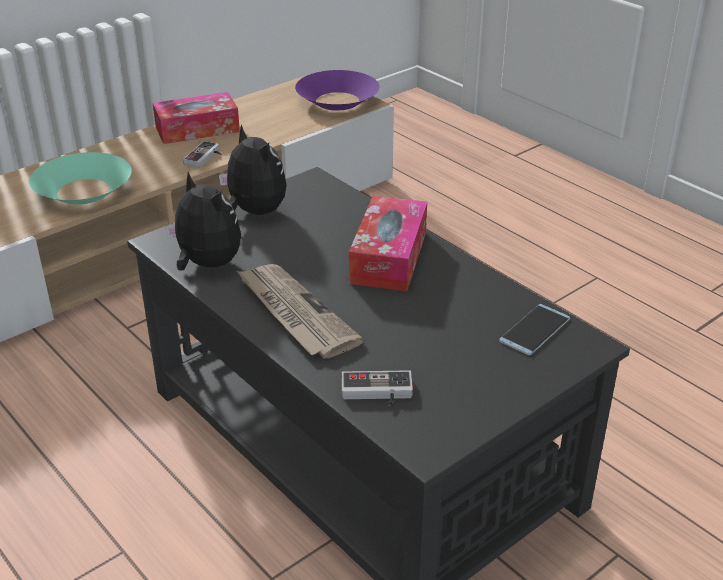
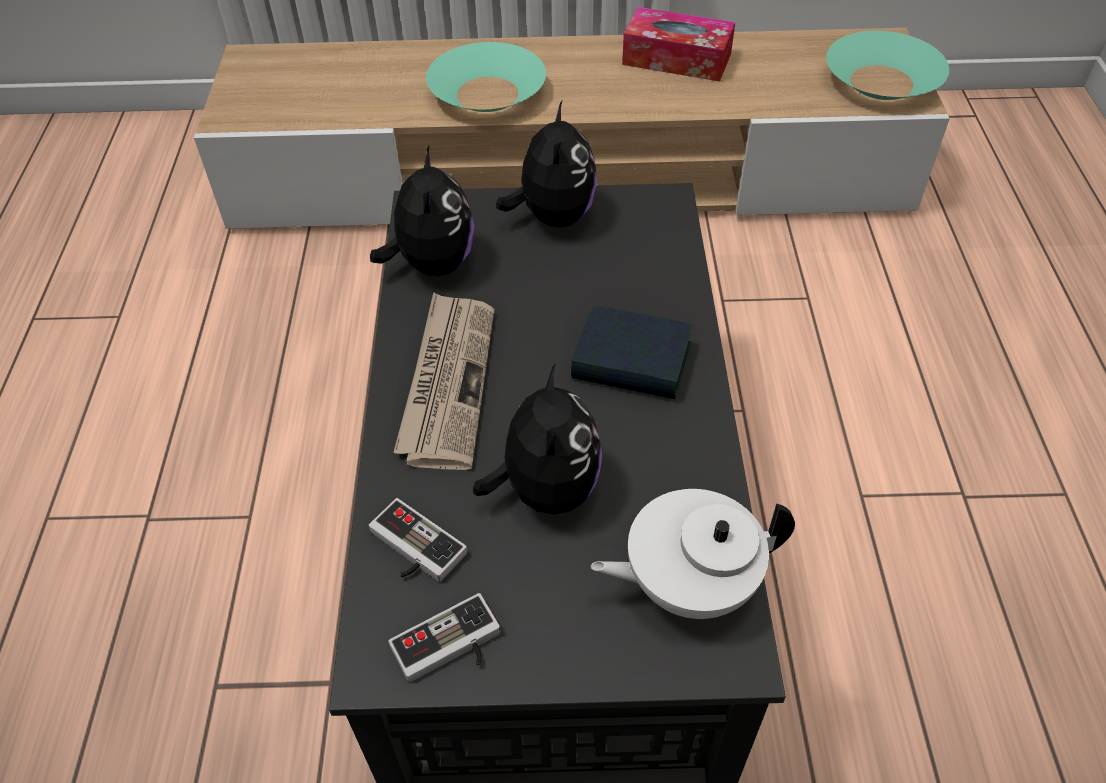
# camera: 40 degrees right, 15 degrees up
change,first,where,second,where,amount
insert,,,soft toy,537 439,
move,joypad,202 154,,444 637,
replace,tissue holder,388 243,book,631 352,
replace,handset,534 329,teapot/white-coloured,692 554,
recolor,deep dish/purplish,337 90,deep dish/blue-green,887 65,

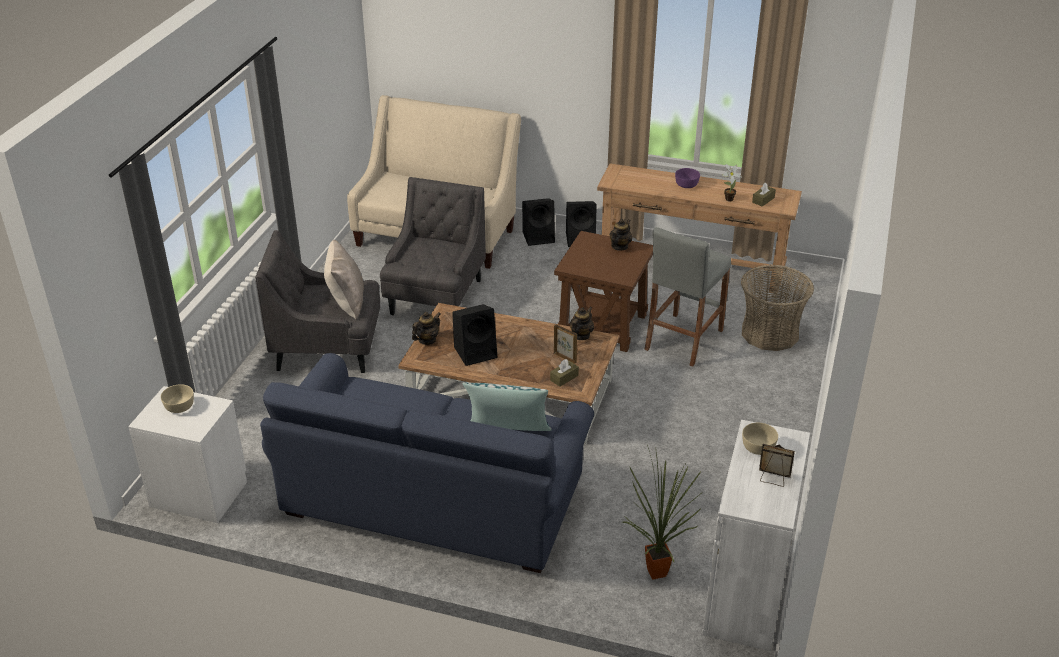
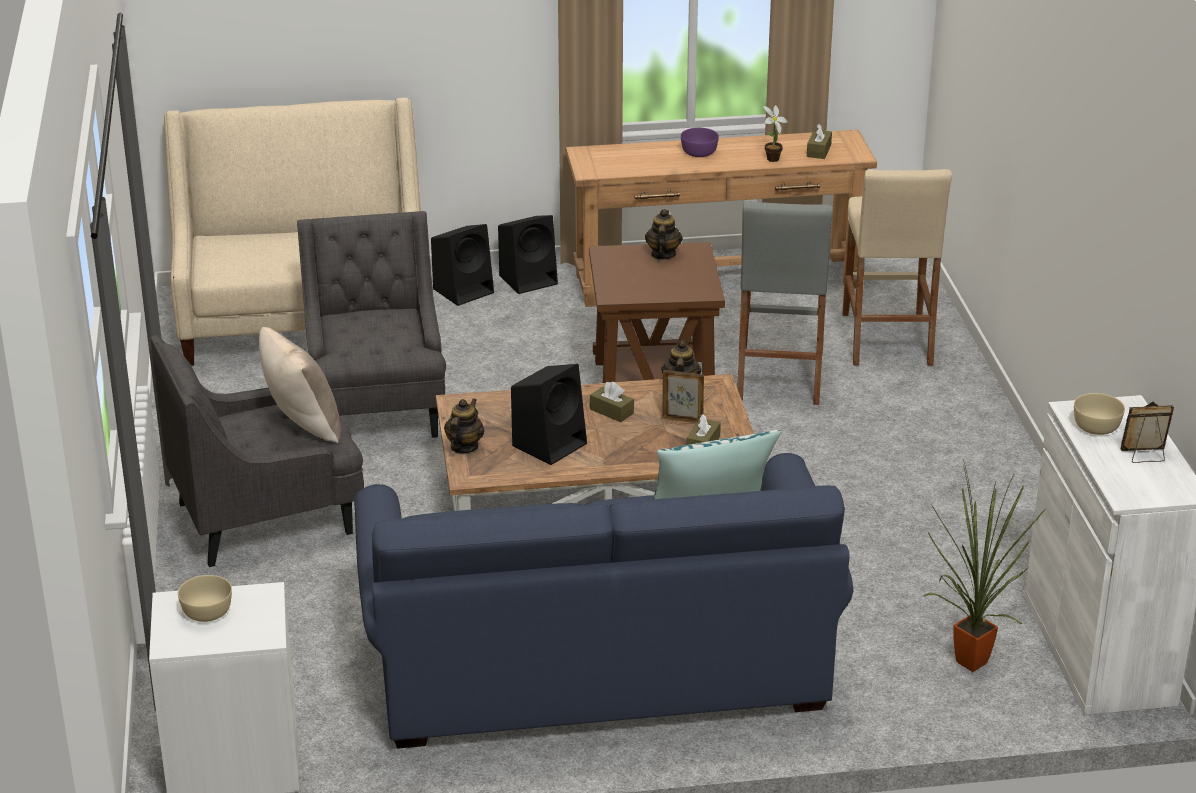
# camera: 25 degrees left, 5 degrees down
change,first,where,second,where,amount
insert,,,tissue holder/brown-coloured,612 401,
replace,basket,777 308,sitting stool/sand-coloured,897 267,

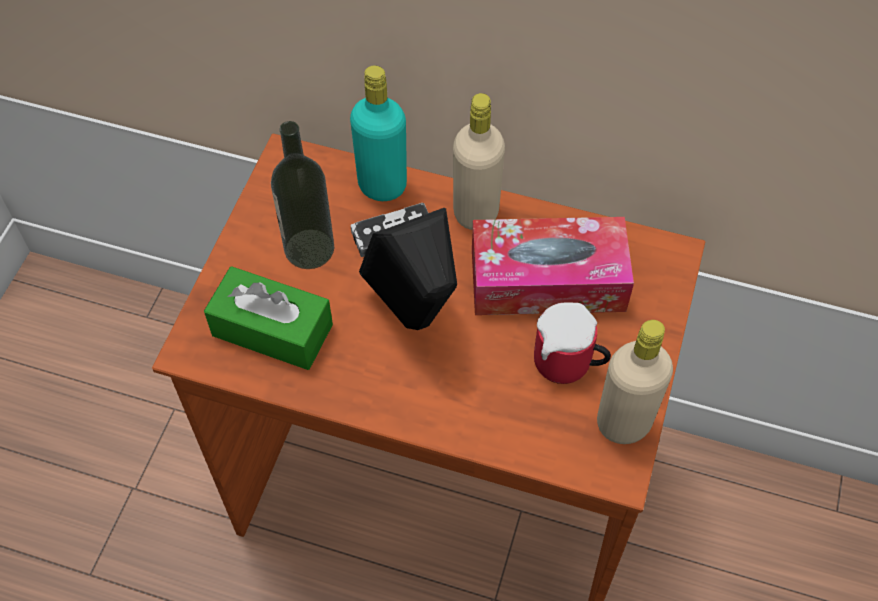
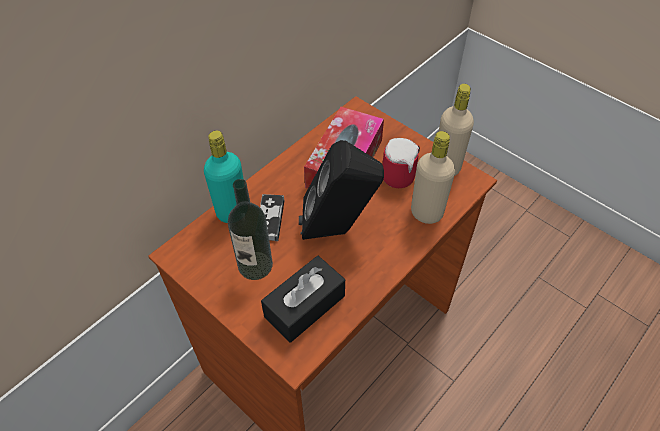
# camera: 65 degrees left, 5 degrees down
change,first,where,second,where,amount
move,bottle/sand-coloured,479 161,,433 177,
recolor,tissue holder/greenish,268 318,tissue holder/black-coloured,303 299,

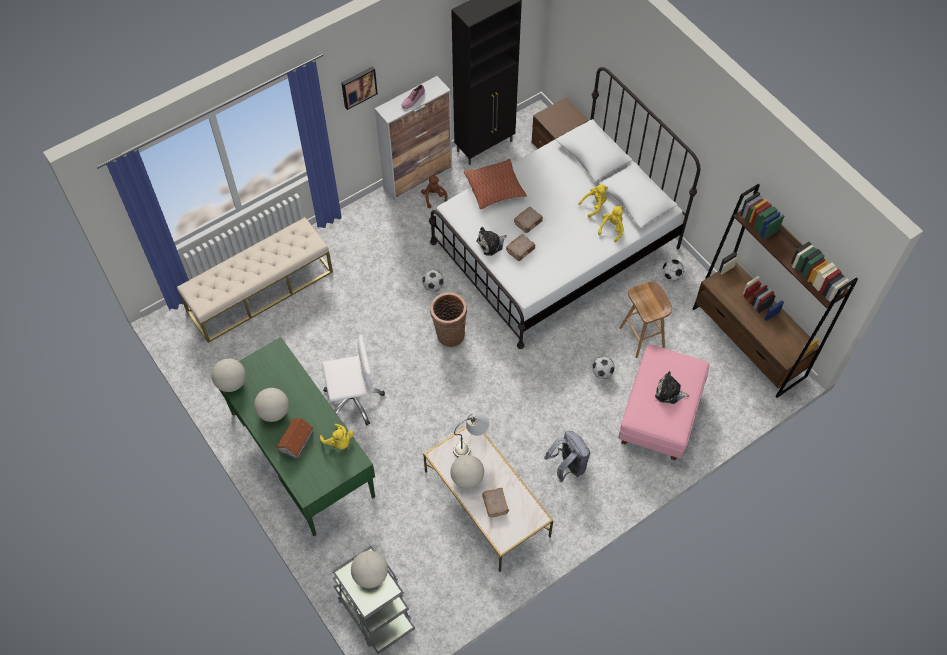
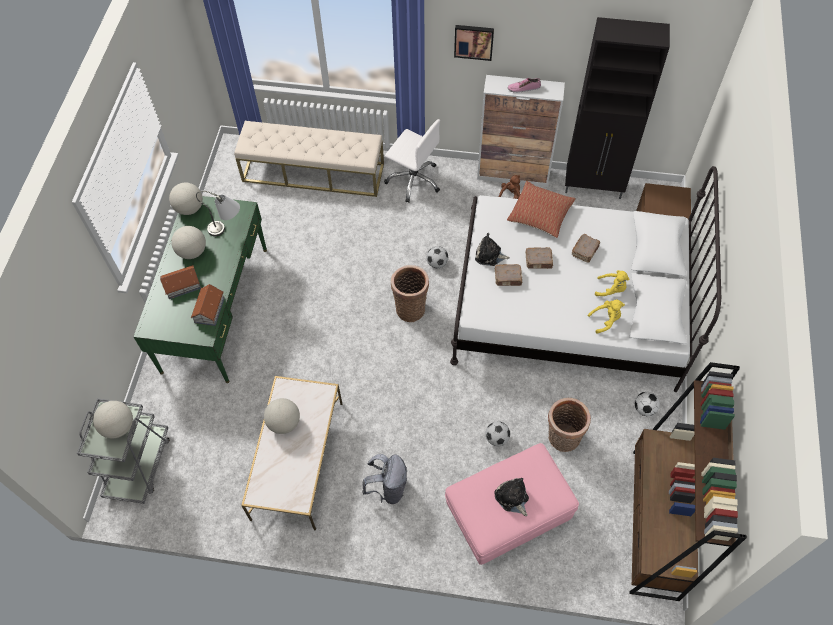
# camera: 45 degrees right, 0 degrees up
change,first,where,second,where,amount
move,computer chair/white-coloured,353 380,,412 161,
move,lamp for a table/greyish,471 434,,218 214,
move,book/brown-coloured,495 503,,586 248,
replace,soft toy/yellowish,337 436,model house,207 305,
replace,sitting stool/brown-coloured,646 320,basket,569 425,

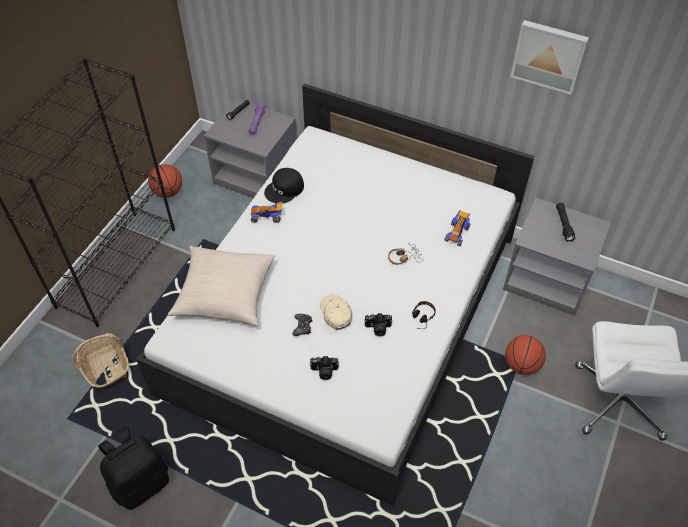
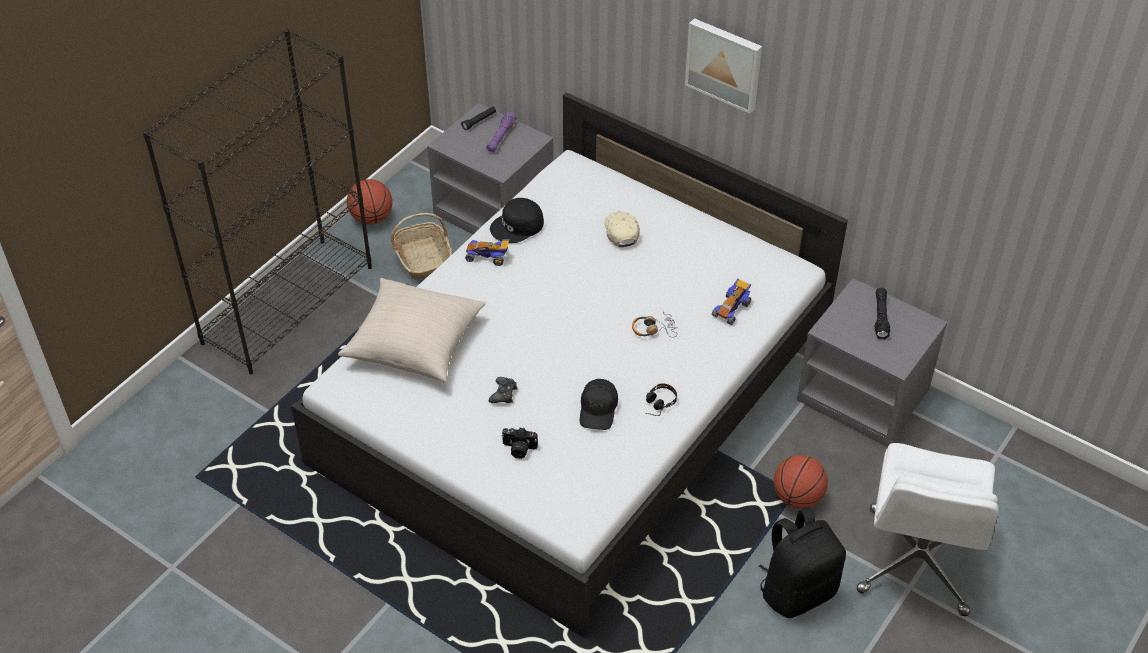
# camera: 10 degrees right, 5 degrees down
change,first,where,second,where,amount
move,basket,100 361,,421 246,
move,rucksack/black-coloured,133 468,,802 562,
move,peaked cap/sand-coloured,336 312,,622 229,
move,picture,550 57,,723 65,
replace,still camera,378 324,peaked cap/black-coloured,599 404,

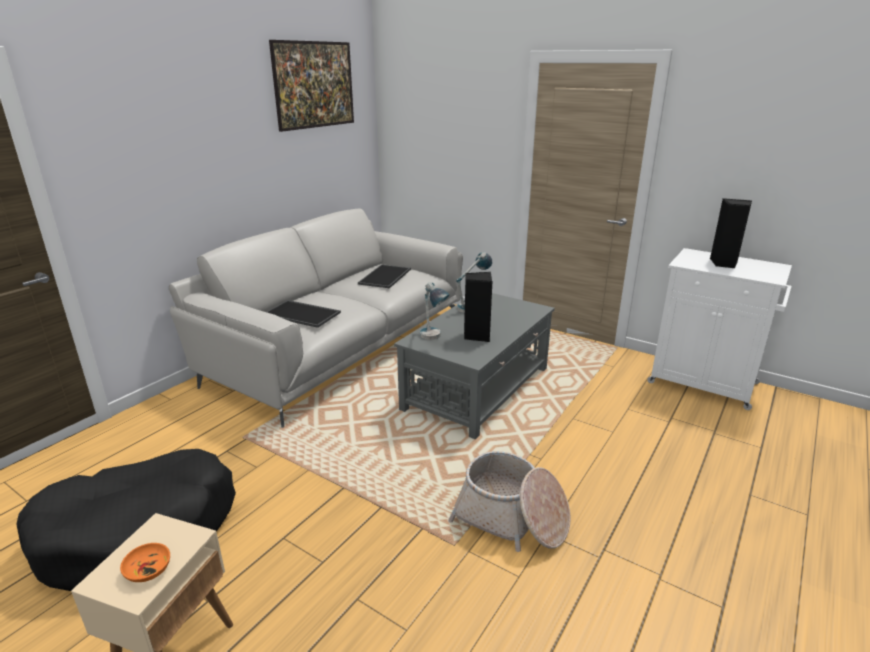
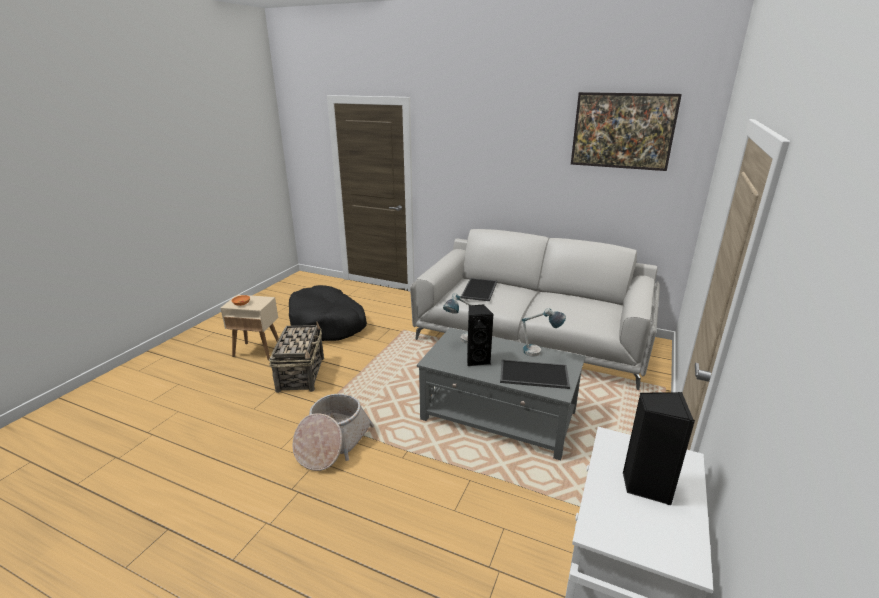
# camera: 80 degrees right, 0 degrees up
change,first,where,second,where,amount
insert,,,basket,296 357,
move,serving tray,384 276,,535 374,

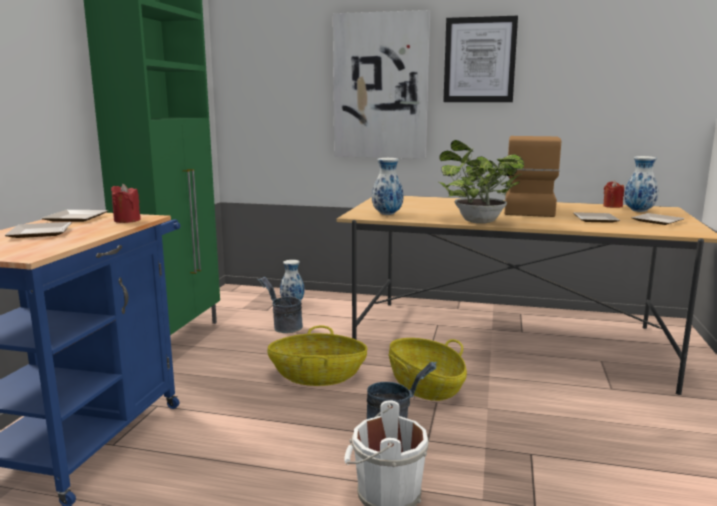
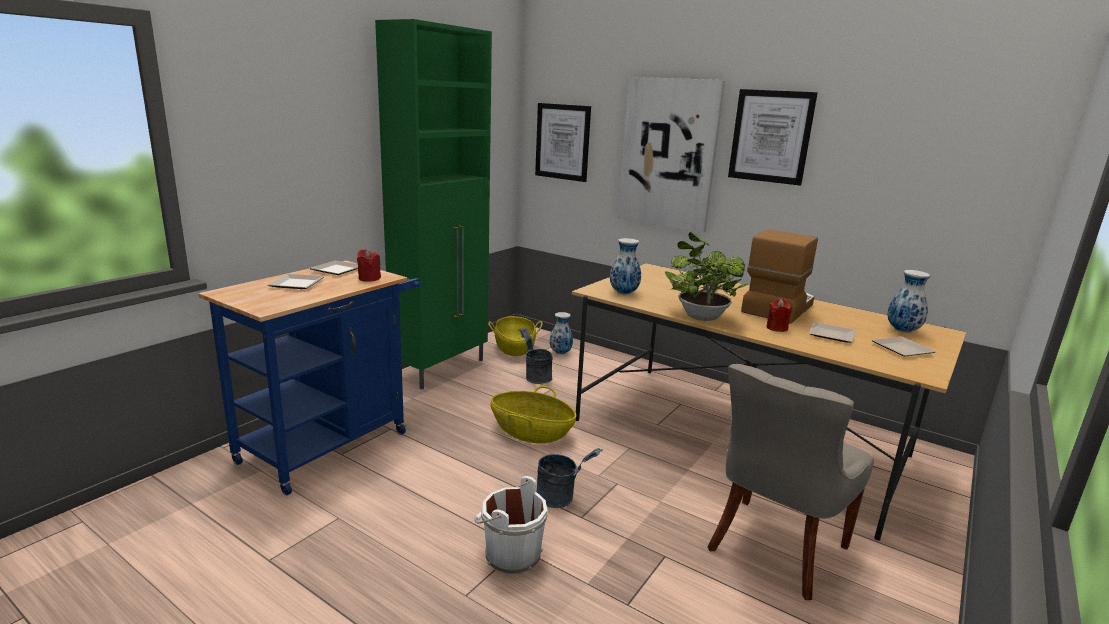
# camera: 20 degrees right, 5 degrees up
change,first,where,second,where,amount
insert,,,picture,563 142,
insert,,,plain chair/greyish,791 482,
move,basket,427 369,,515 336,
move,wax light/red-coloured,613 194,,779 315,

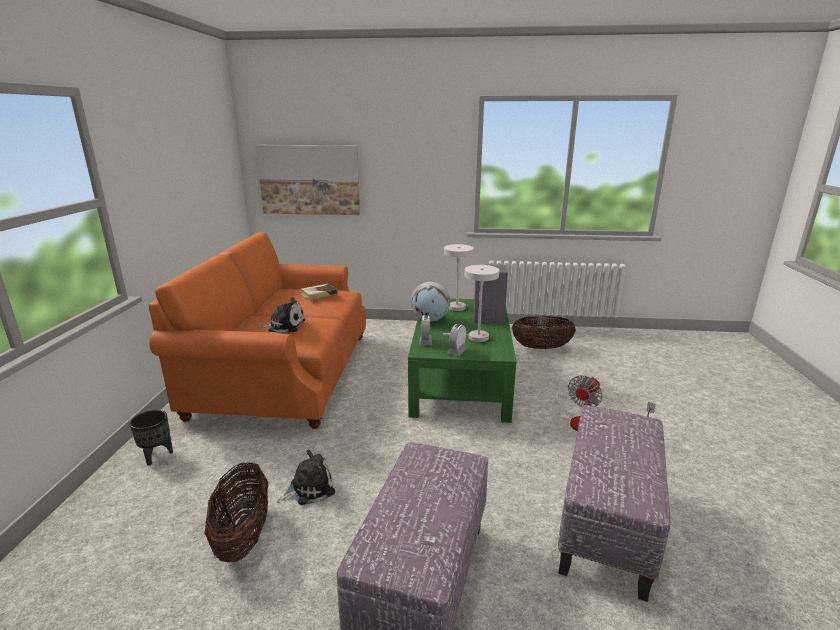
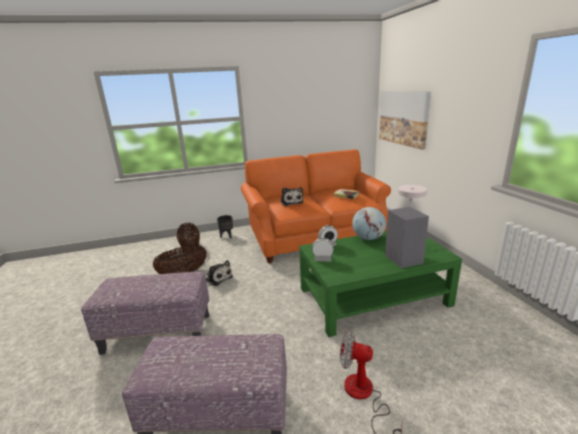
# camera: 70 degrees right, 0 degrees up
change,first,where,second,where,amount
delete,lamp for a table/white-coloured,471 303,,,
move,basket,544 332,,188 236,

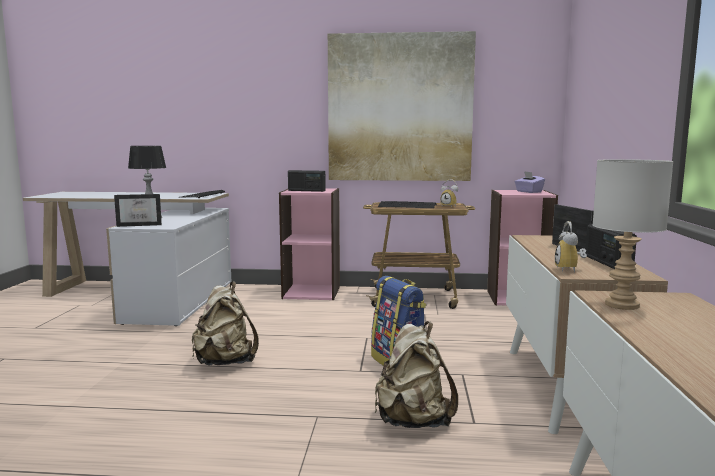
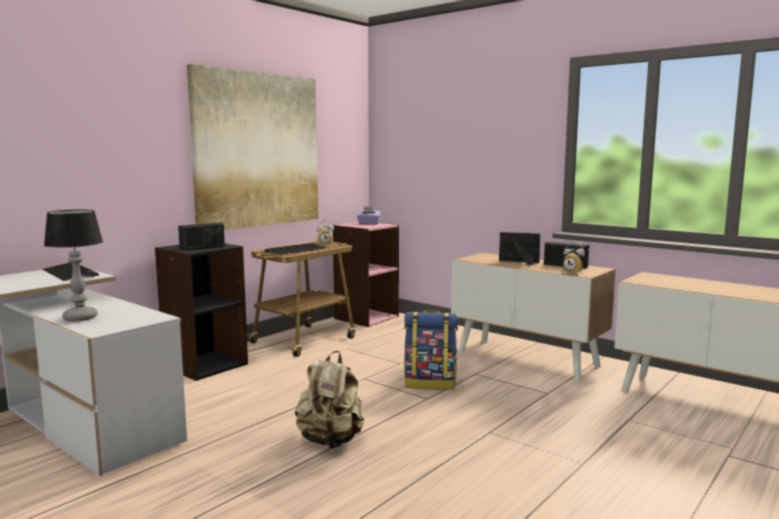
# camera: 55 degrees left, 0 degrees up
change,first,where,second,where,amount
delete,photo frame,138 210,,,
delete,rucksack/sand-coloured,416 374,,,
delete,lamp for a table/greyish,633 234,,,
recolor,bookcase/pink-coloured,309 244,bookcase/black-coloured,201 312,

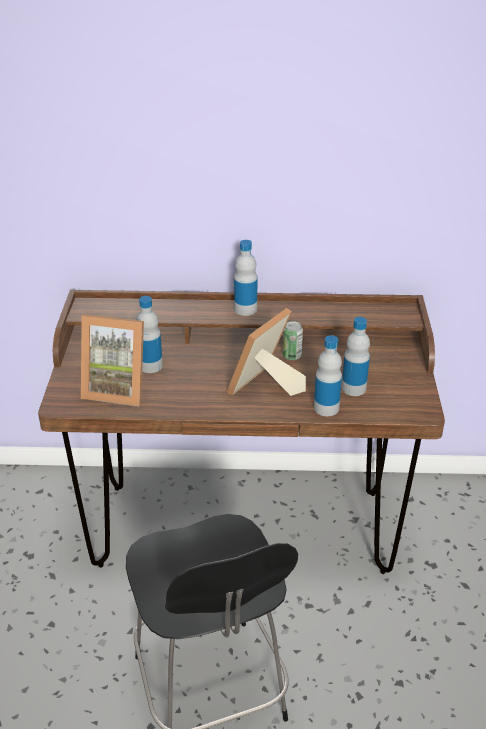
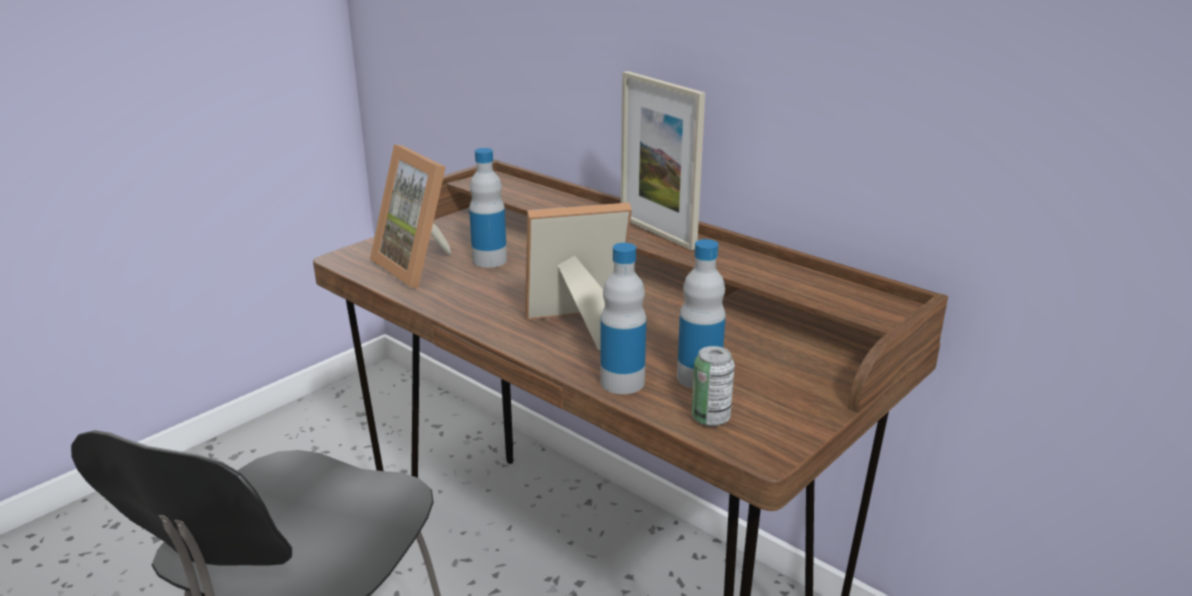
# camera: 40 degrees right, 10 degrees down
change,first,where,second,where,amount
move,can,293 340,,713 386,
replace,bottle,246 278,photo frame,663 160,

